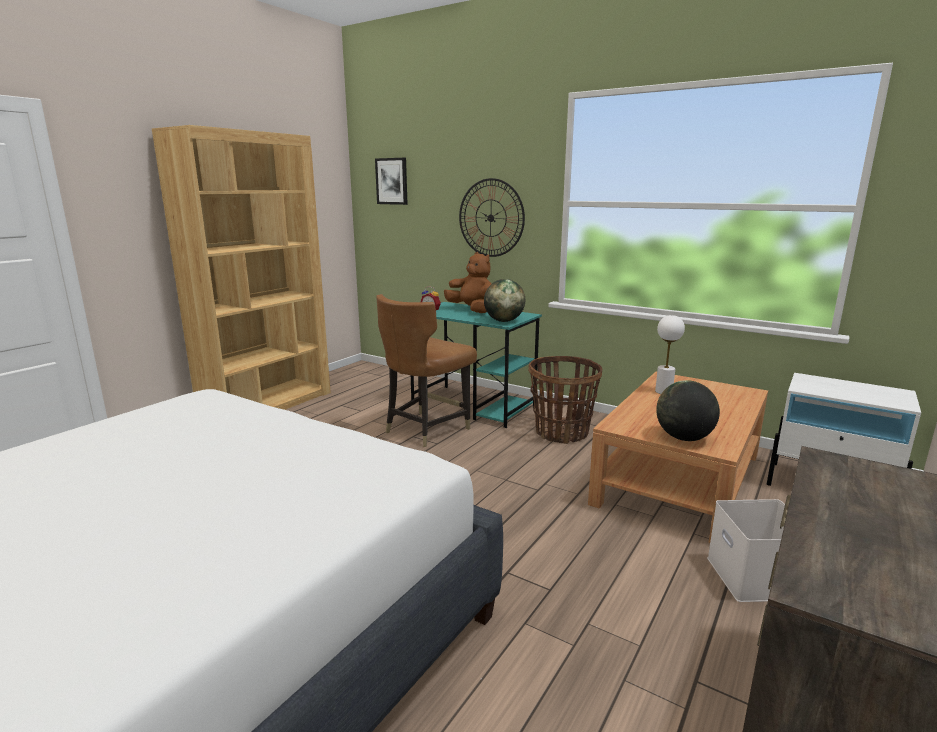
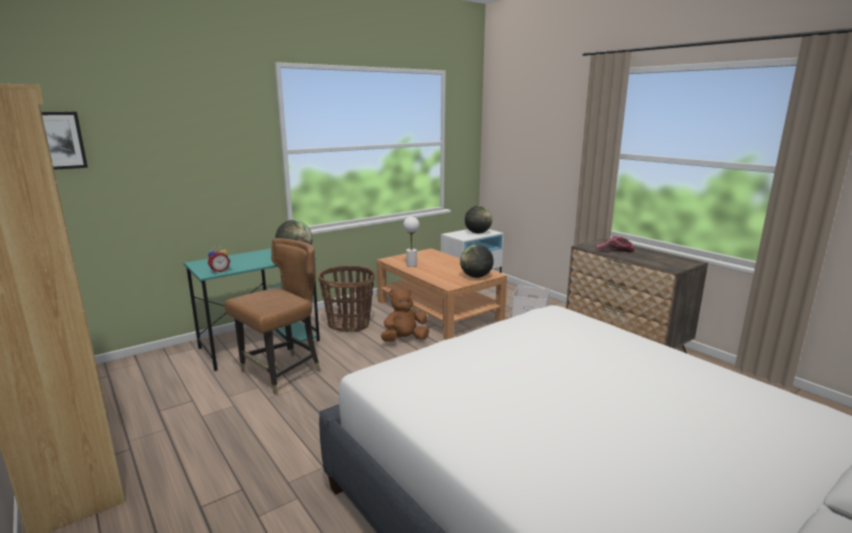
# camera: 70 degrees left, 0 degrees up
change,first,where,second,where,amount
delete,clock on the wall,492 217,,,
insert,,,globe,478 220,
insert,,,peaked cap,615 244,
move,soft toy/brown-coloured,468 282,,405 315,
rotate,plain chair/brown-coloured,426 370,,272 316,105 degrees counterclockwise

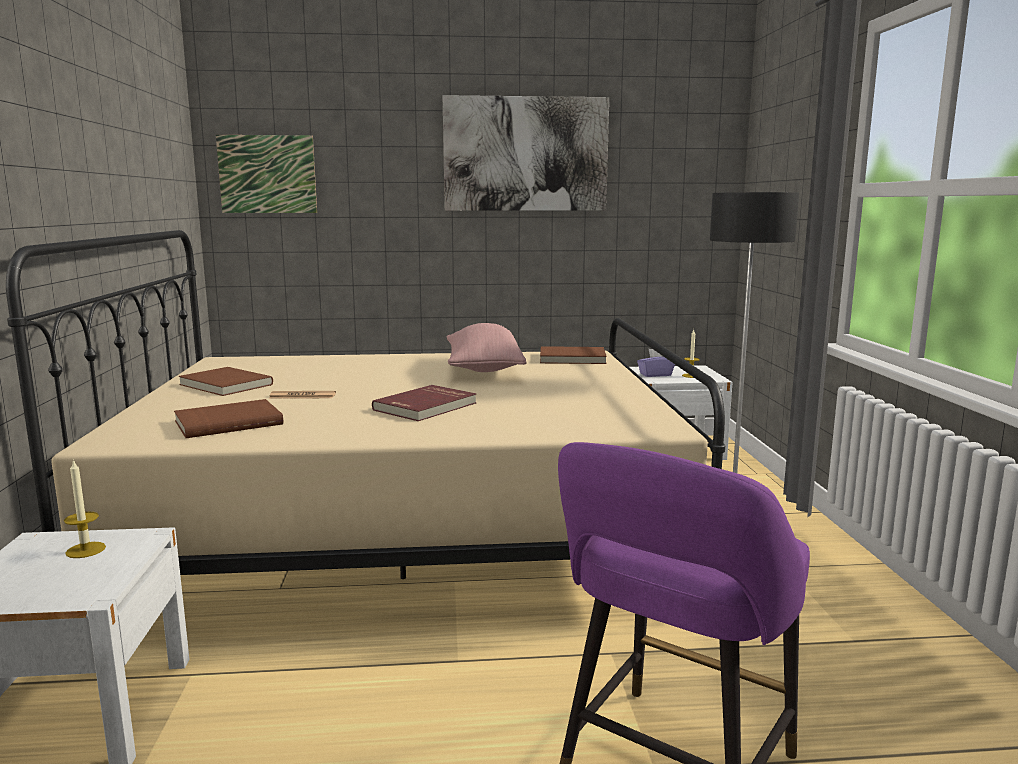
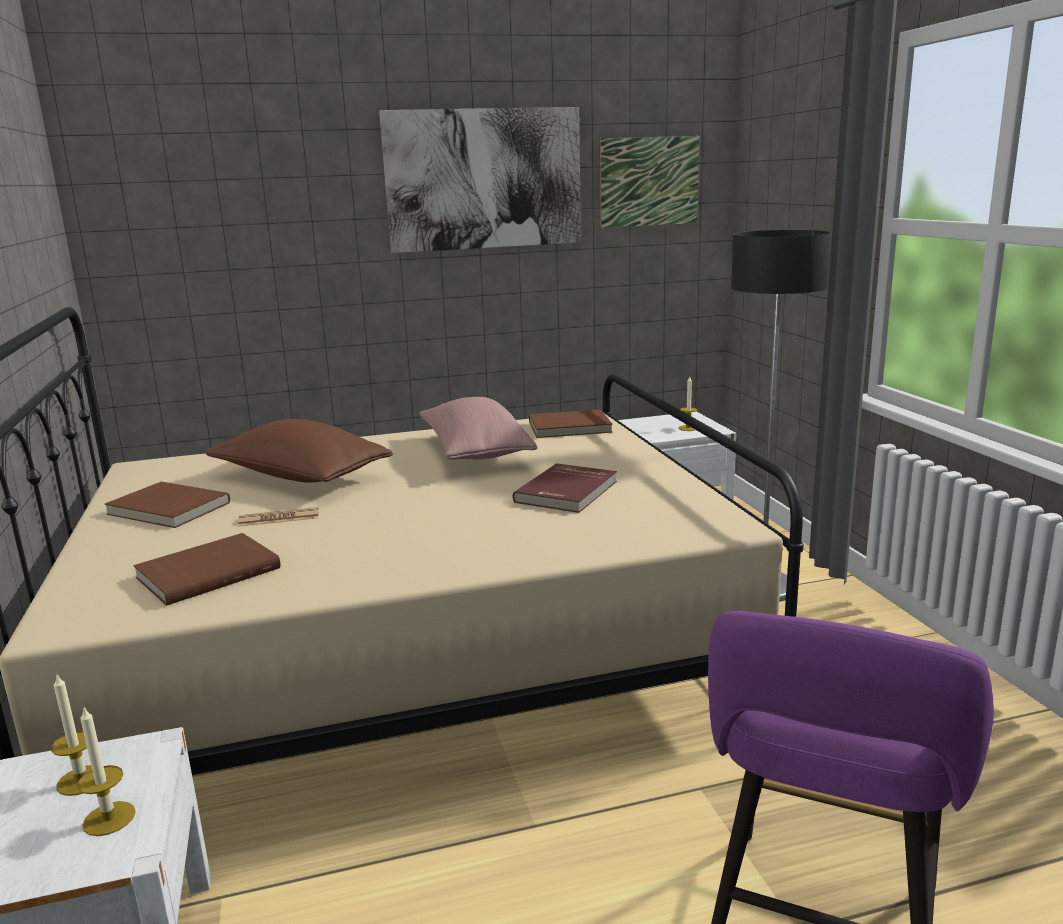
# camera: 10 degrees left, 5 degrees up
change,first,where,second,where,amount
delete,tissue holder/purplish,656 363,,,
insert,,,wax light,106 772,
insert,,,pillow/brown-coloured,299 450,
move,picture,266 174,,650 182,
move,book/red-coloured,424 403,,565 488,

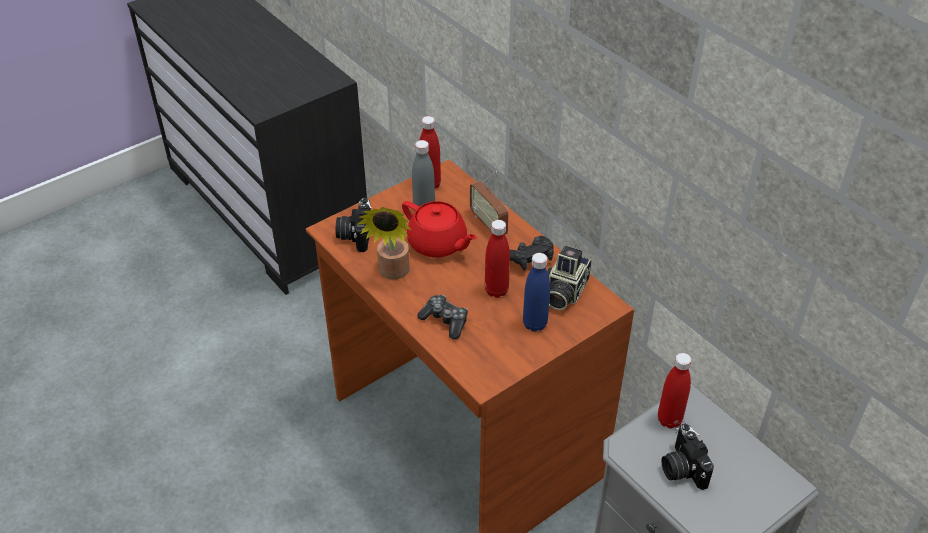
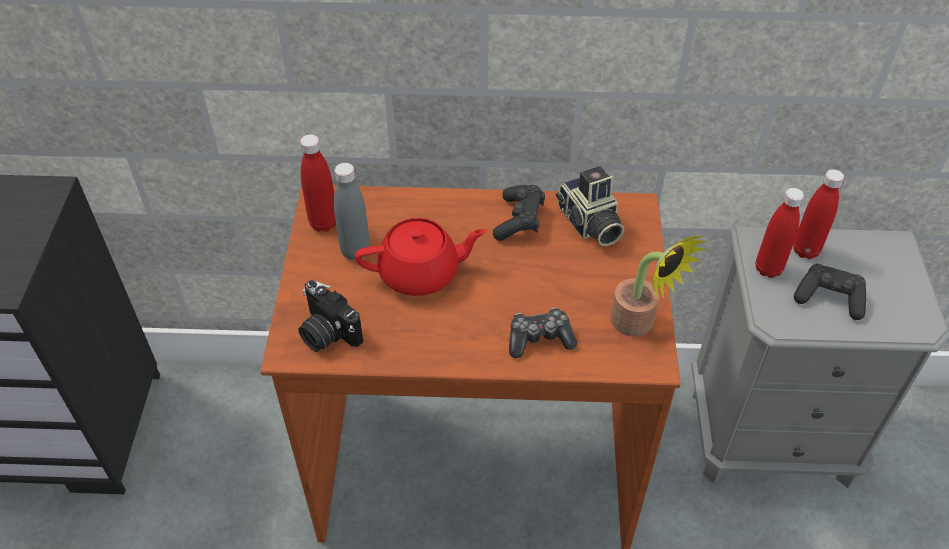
# camera: 50 degrees left, 5 degrees up
change,first,where,second,where,amount
delete,radio set,489 202,,,
delete,bottle/blue,536 292,,,
move,potted plant,384 243,,659 286,
move,bottle/red-coloured,497 259,,818 214,
replace,still camera,687 457,joypad/black-coloured,830 292,

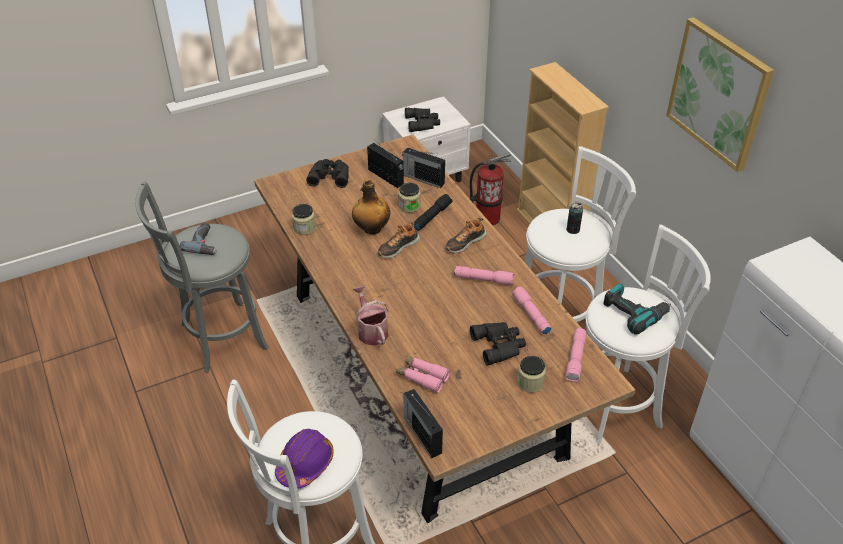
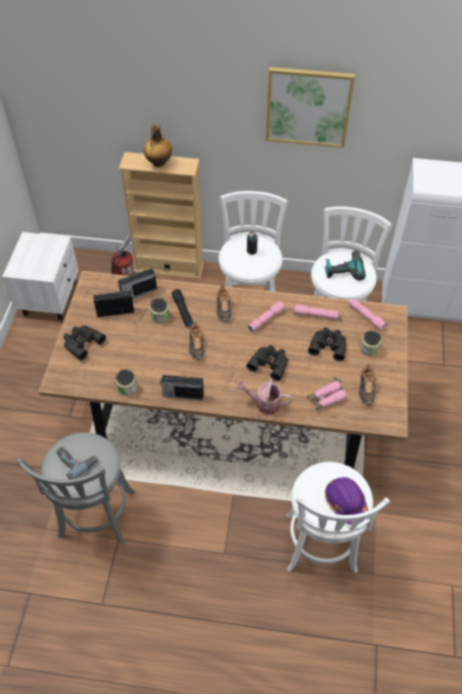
# camera: 55 degrees left, 10 degrees up
change,first,where,second,where,amount
insert,,,shoe,367 384,
move,bottle,371 207,,158 145,
move,radio set,423 423,,182 388,
move,pair of binoculars/black-coloured,422 120,,267 363,

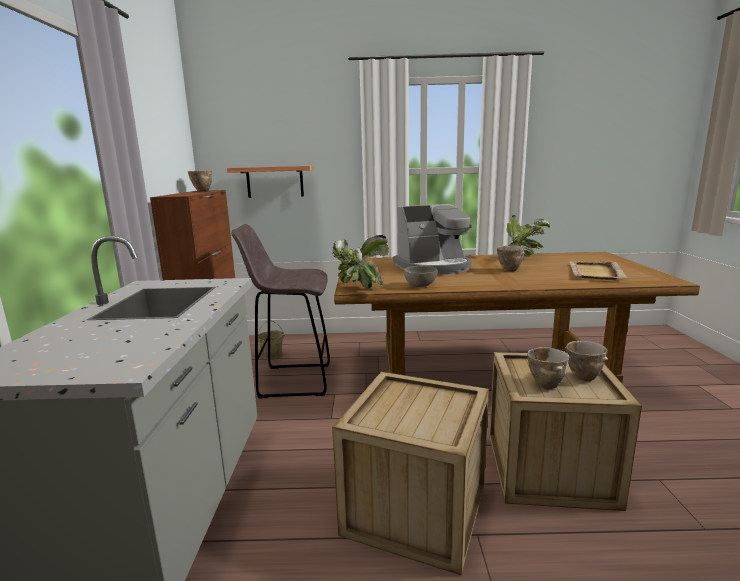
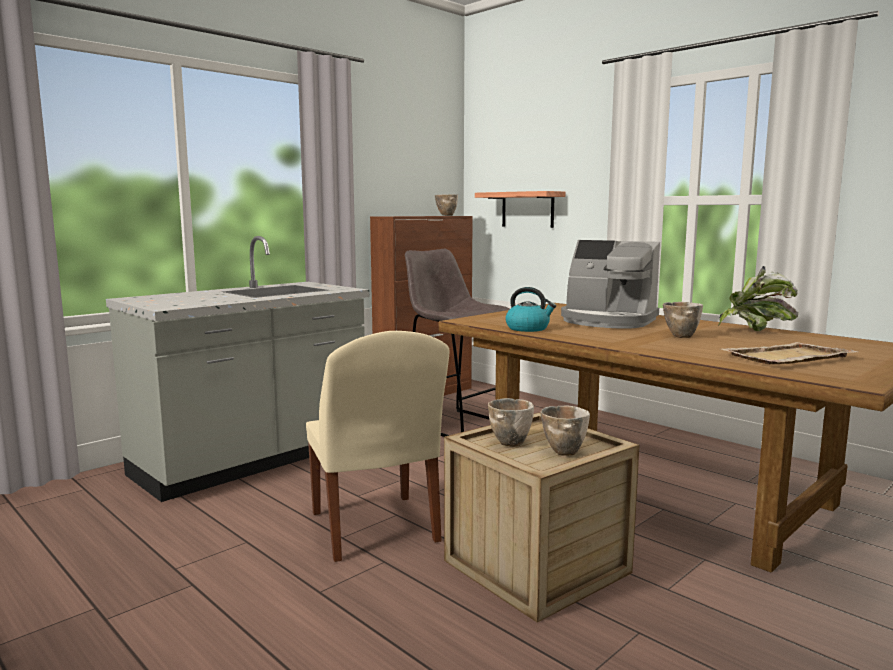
# camera: 45 degrees right, 5 degrees down
change,first,where,second,where,amount
delete,pail/sand-coloured,271 340,,,
delete,potted plant,361 261,,,
replace,crate,410 474,plain chair/sand-coloured,377 446,
replace,deep dish/greyish,420 276,tea kettle,530 309,

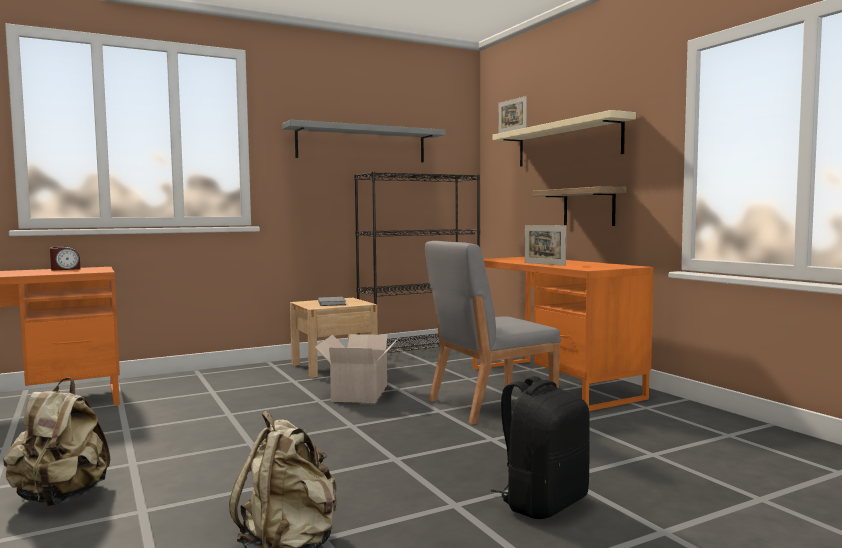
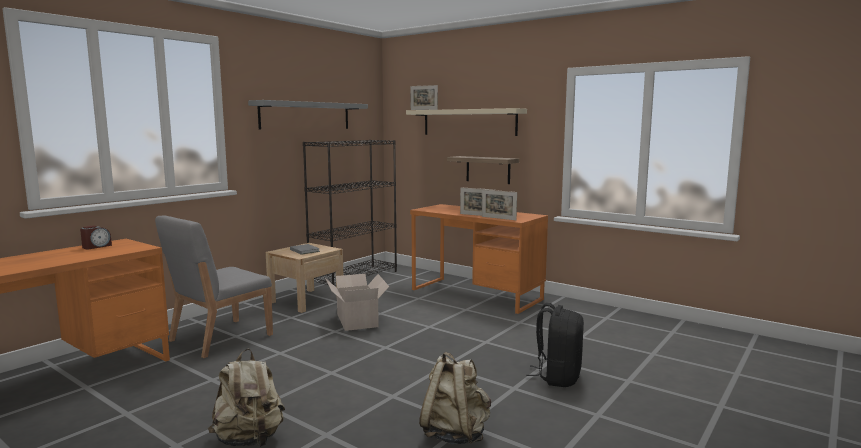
# camera: 25 degrees left, 5 degrees up
change,first,where,second,where,amount
insert,,,photo frame,499 204,
move,plain chair/greyish,493 332,,214 286,

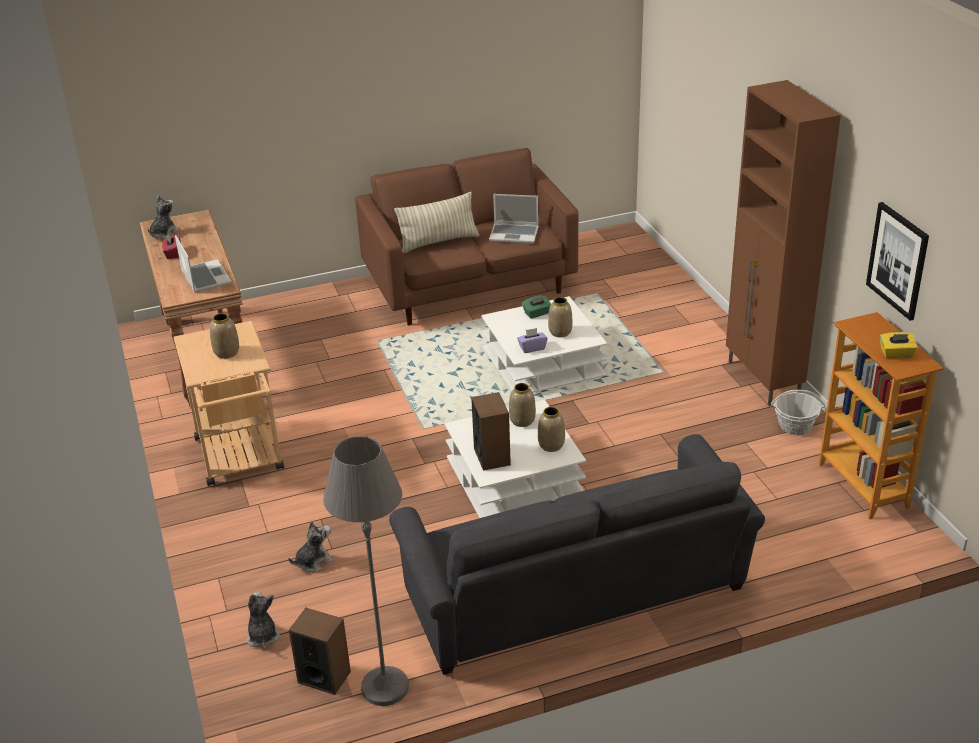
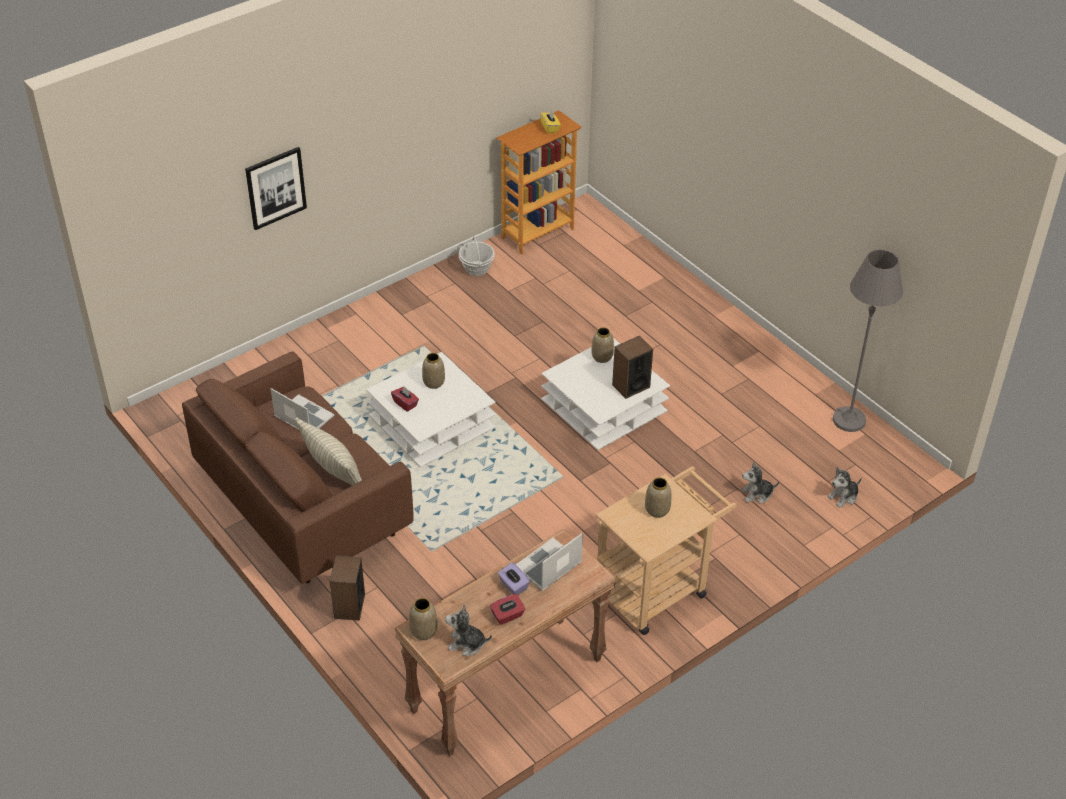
# camera: 110 degrees left, 10 degrees up
change,first,where,second,where,amount
delete,couch/greyish,577 554,,,
delete,cupboard/brown-coloured,783 243,,,
move,loudspeaker,320 651,,347 588,
move,flower vase,522 405,,423 619,
move,tissue holder/purplish,532 340,,514 578,
move,picture,897 261,,276 188,
recolor,tissue holder/greenish,536 307,tissue holder/red-coloured,405 399,
rotate,soft toy,311 546,,760 482,45 degrees counterclockwise
rotate,notebook computer,514 219,,303 409,45 degrees counterclockwise

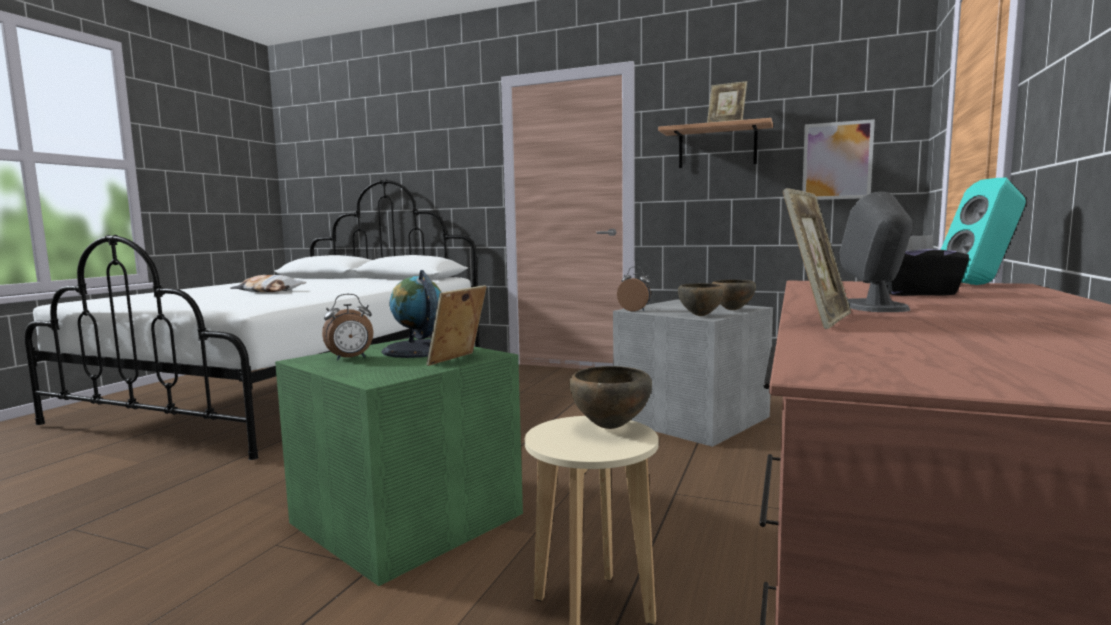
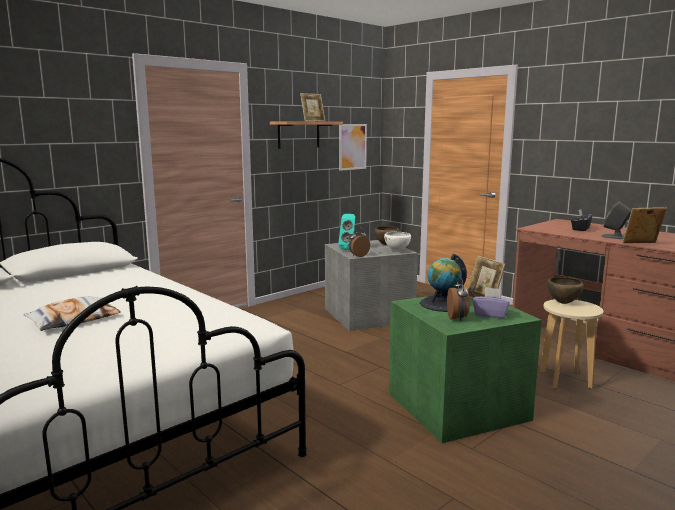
# camera: 65 degrees left, 5 degrees up
change,first,where,second,where,amount
insert,,,tissue holder/purplish,491 303,
move,loudspeaker/blue-green,983 231,,346 232,
recolor,deep dish/brown-coloured,701 299,deep dish/white-coloured,397 242,
rotate,photo frame,817 258,,644 225,60 degrees counterclockwise

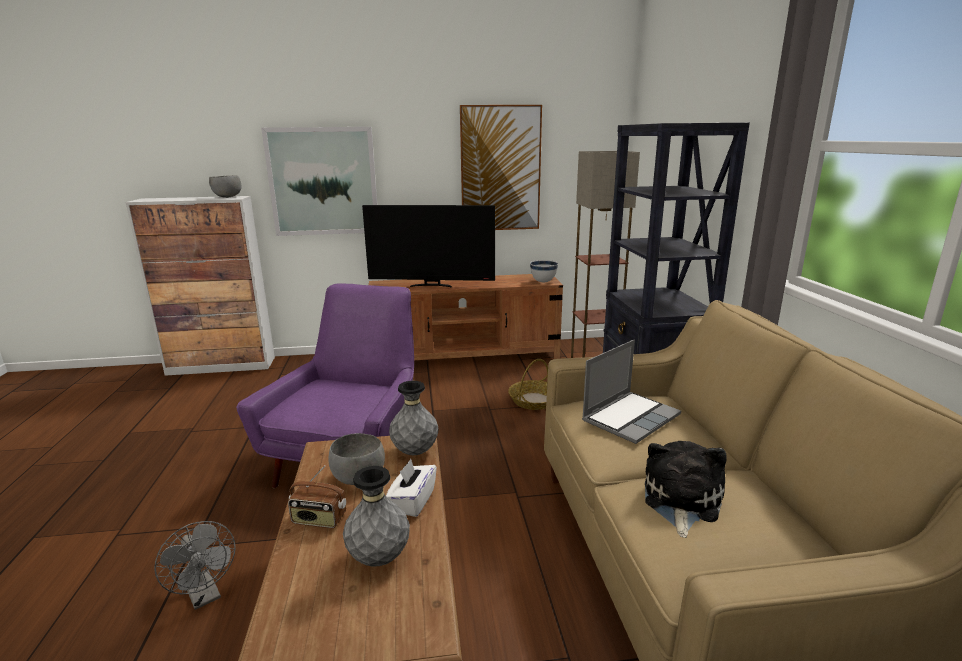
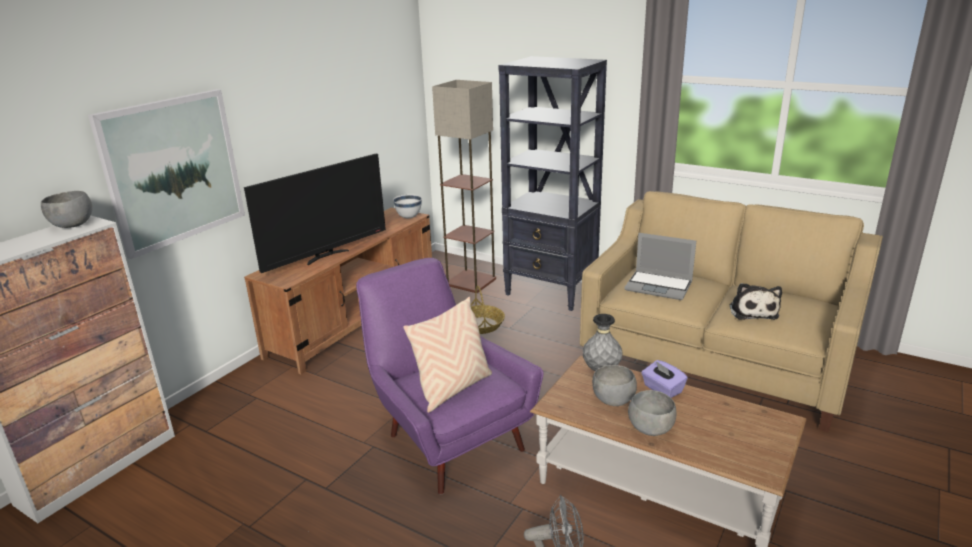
# camera: 50 degrees left, 5 degrees up
change,first,where,second,where,amount
delete,flower vase/greyish,376 516,,,
delete,picture,501 167,,,
insert,,,pillow/sand-coloured,447 355,
replace,radio set,317 496,deep dish/greyish,652 413,
recolor,tissue holder/white-coloured,411 488,tissue holder/purplish,665 379,
rotate,notebook computer,631 392,,660 266,120 degrees clockwise
rotate,soft toy,686 489,,755 301,150 degrees counterclockwise

